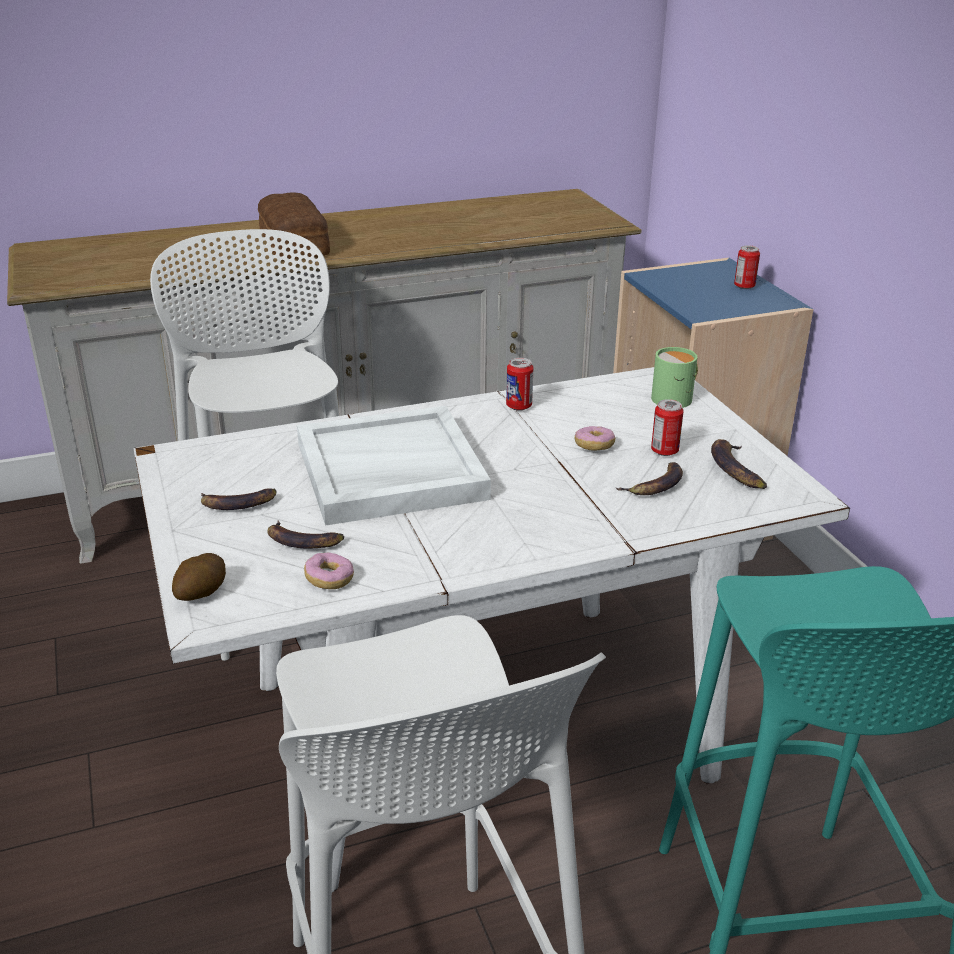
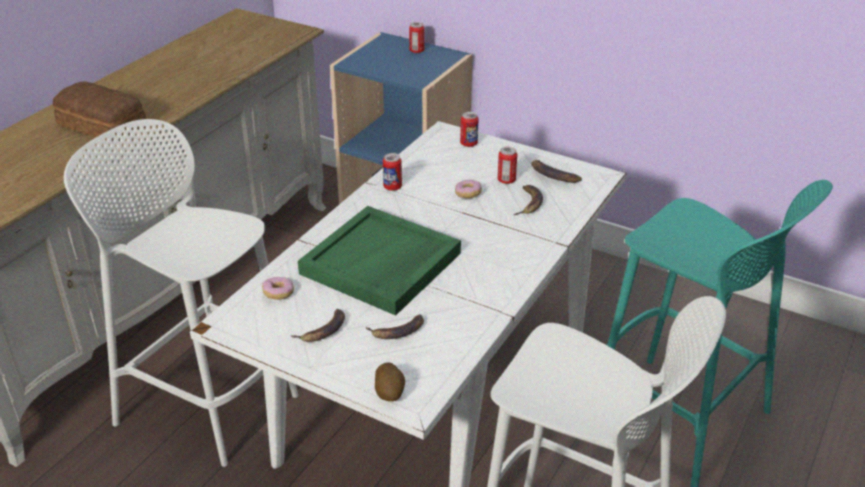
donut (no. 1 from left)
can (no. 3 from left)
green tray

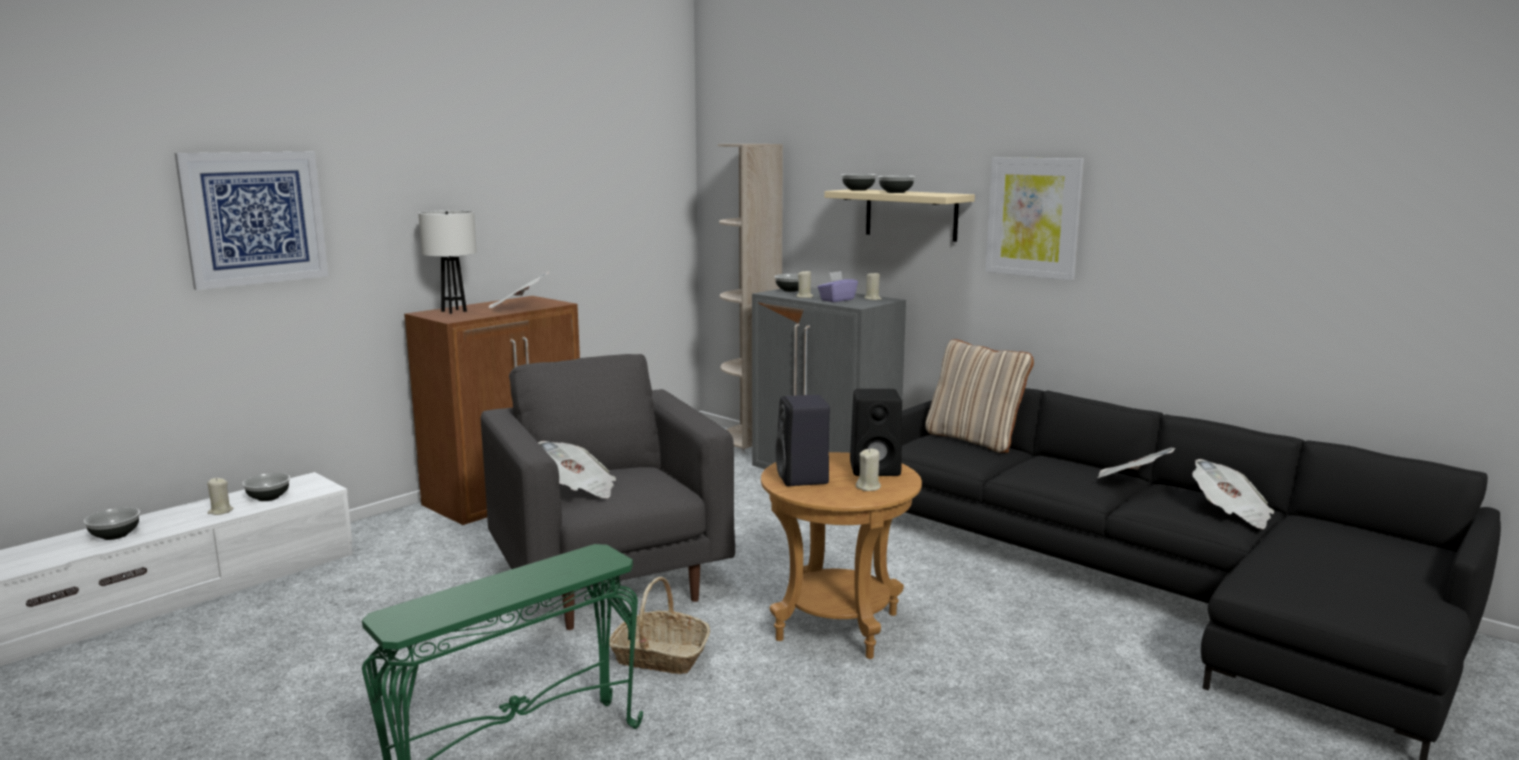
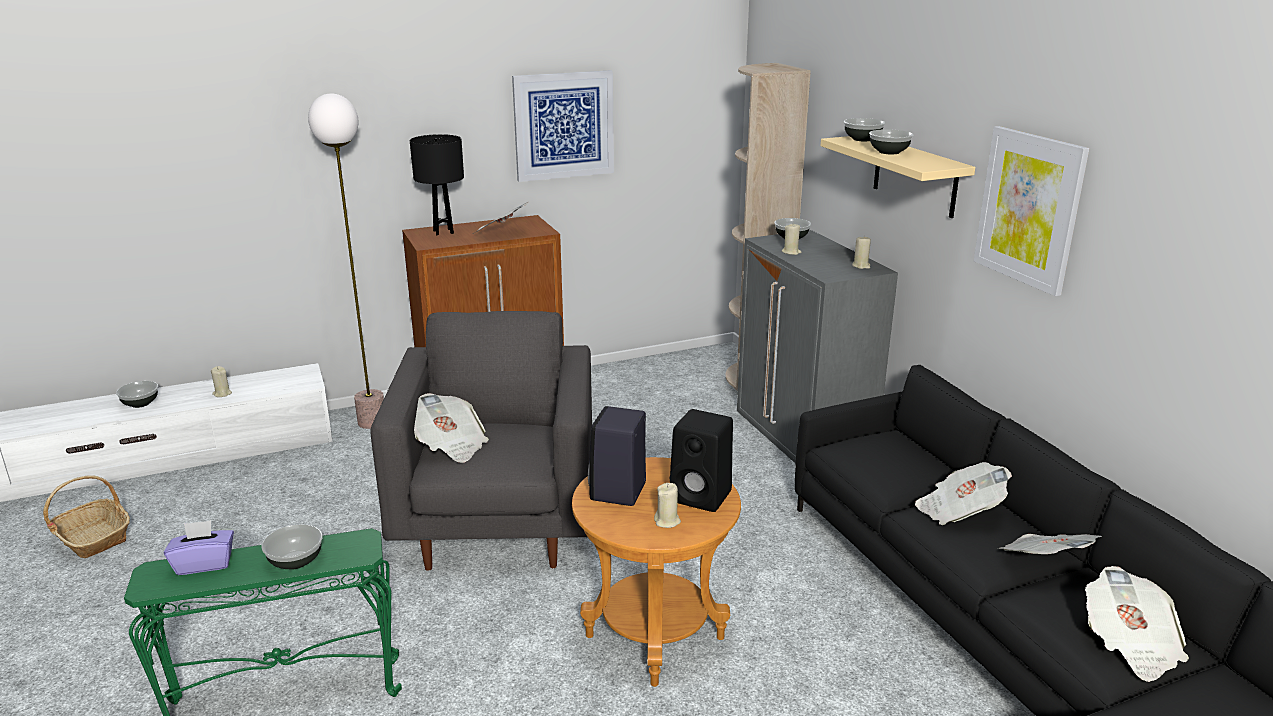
beige pillow
floor lamp
newspaper (no. 3 from left)
picture (no. 1 from left)
bowl (no. 2 from left)
basket
purple tissue box
black table lamp

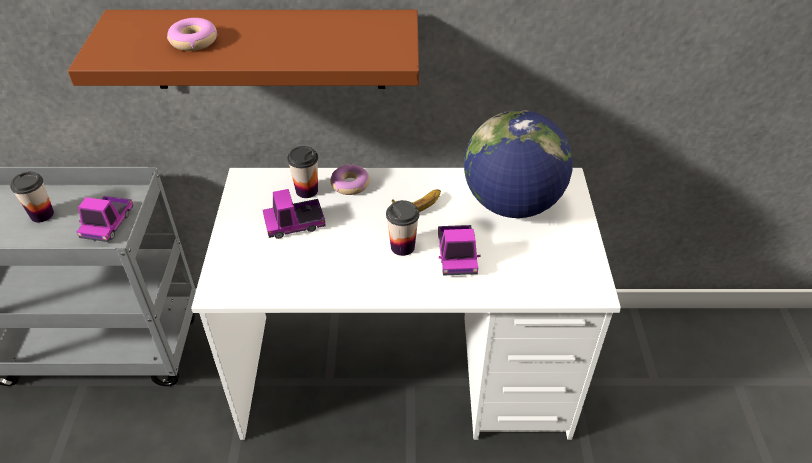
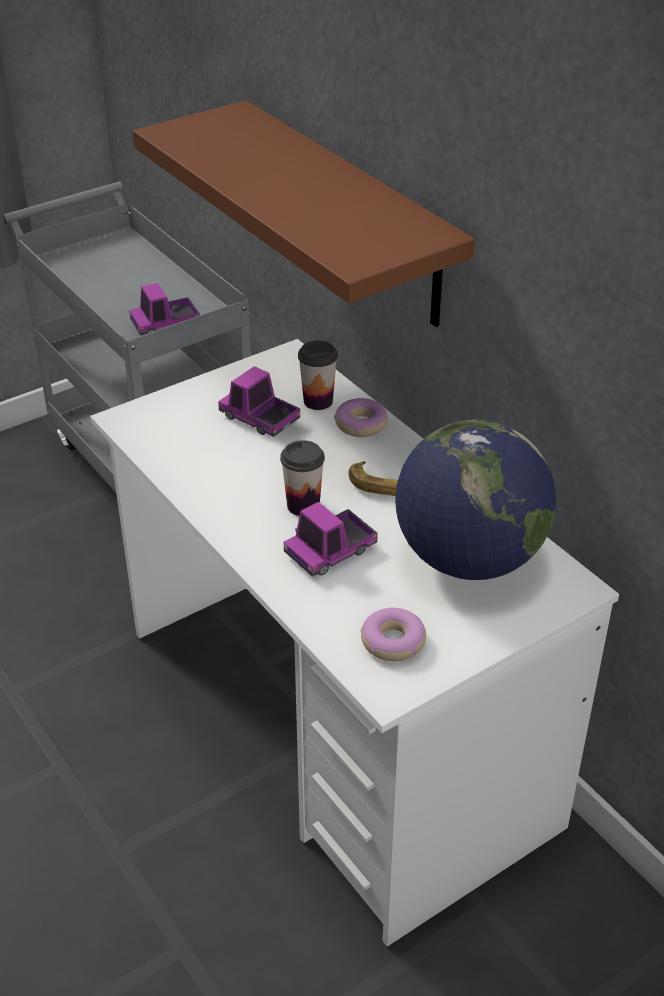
cup (no. 1 from left in the first image)
donut (no. 2 from left)

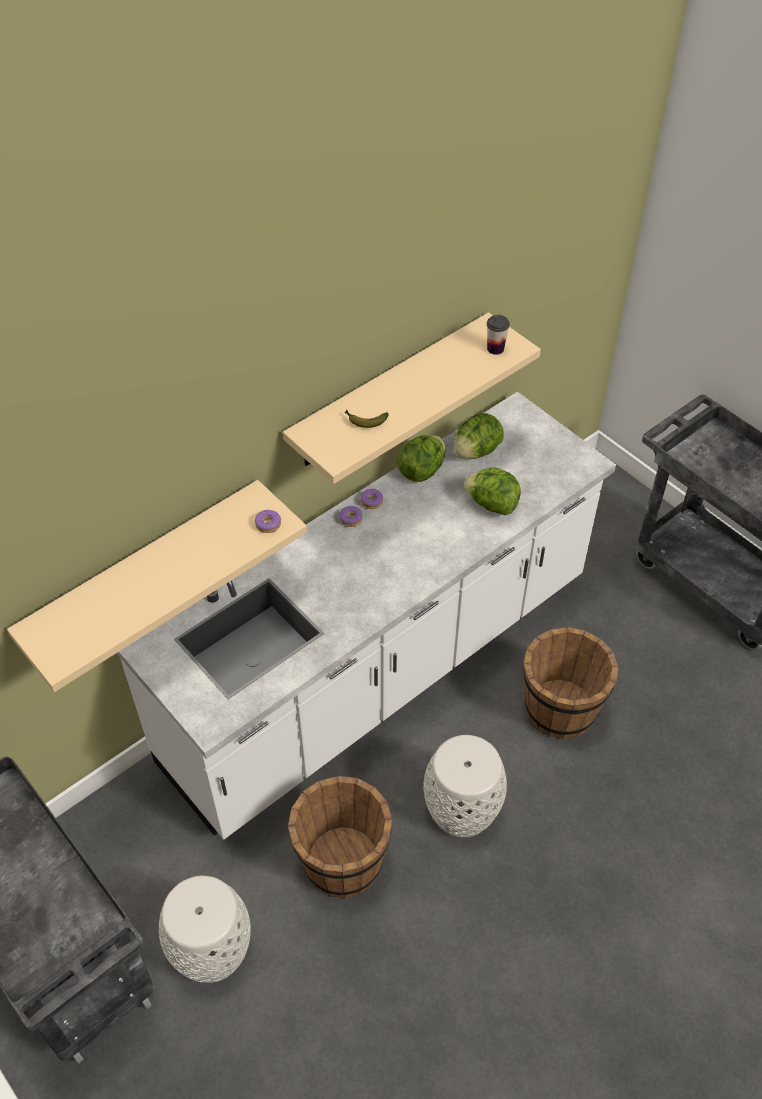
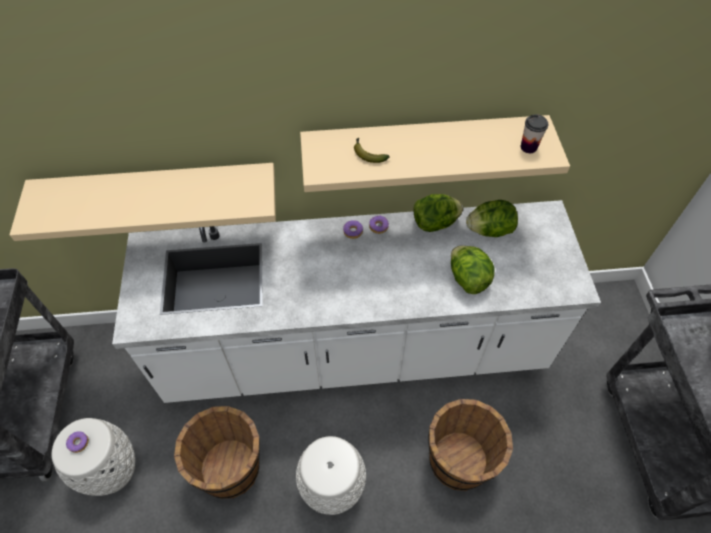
donut (no. 1 from left)

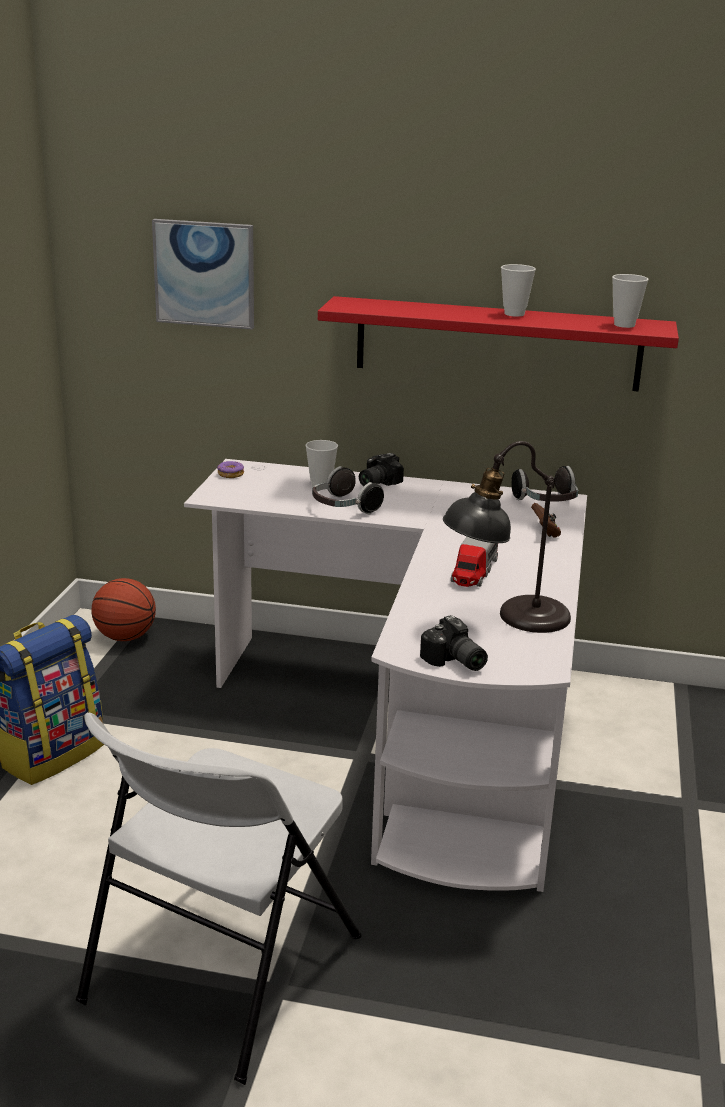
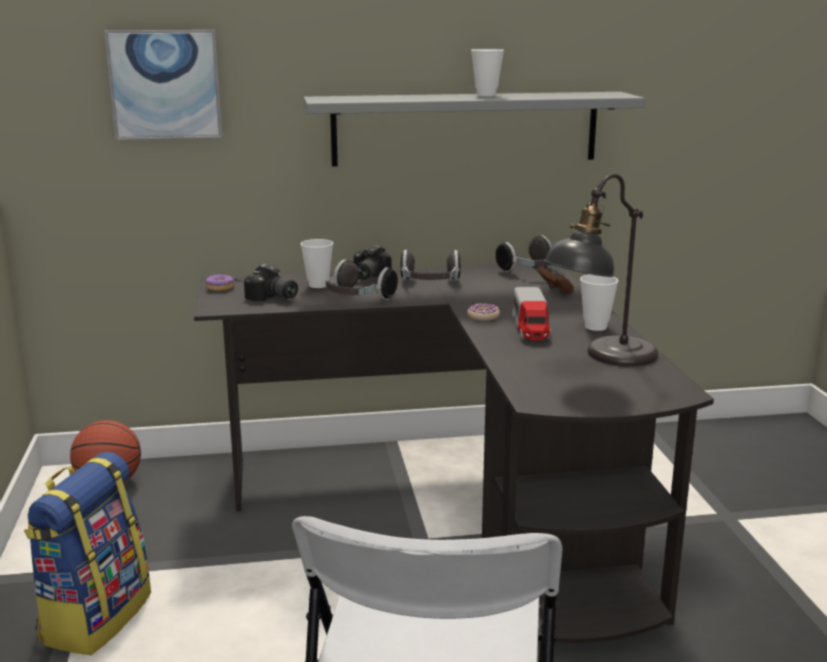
headphones (no. 2 from left)
donut (no. 2 from left)
photo camera (no. 1 from left)
cup (no. 3 from left)
black desk
grey shelf

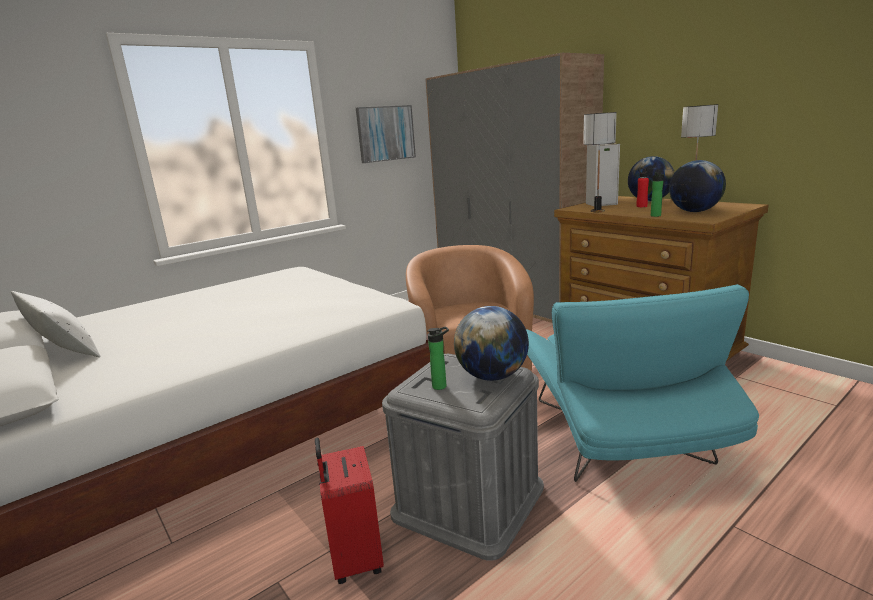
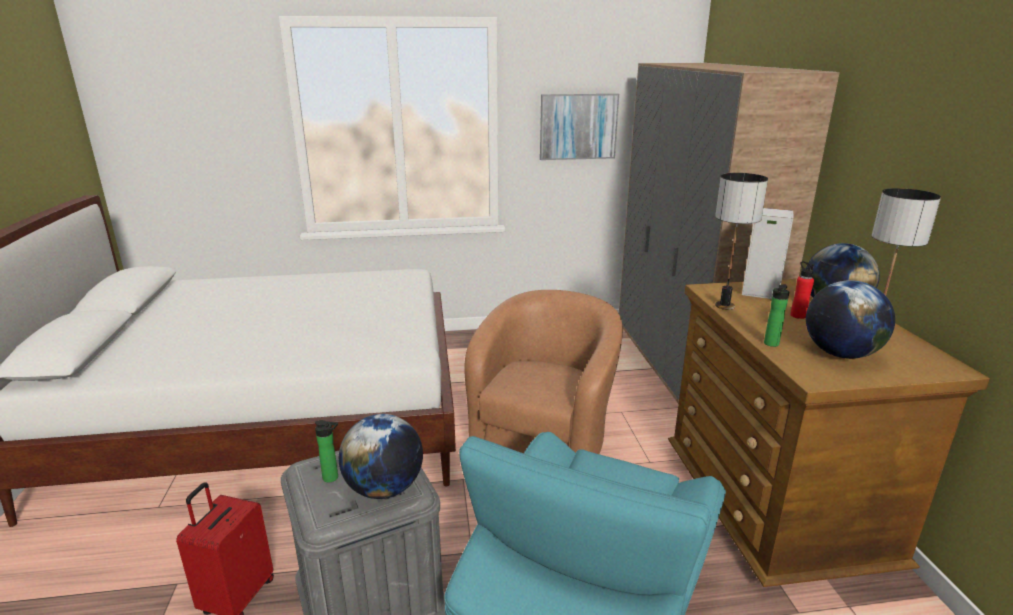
white pillow

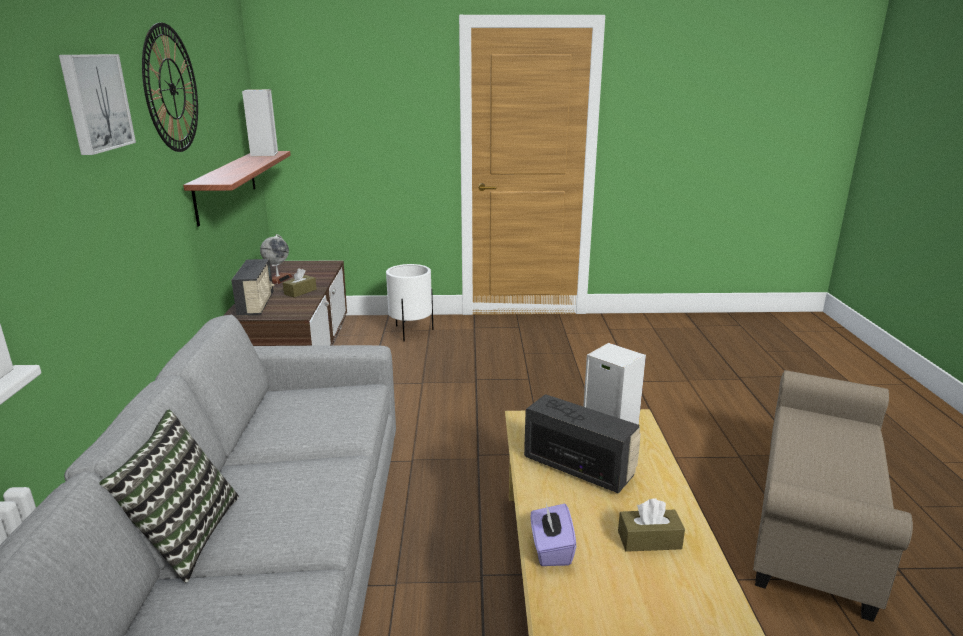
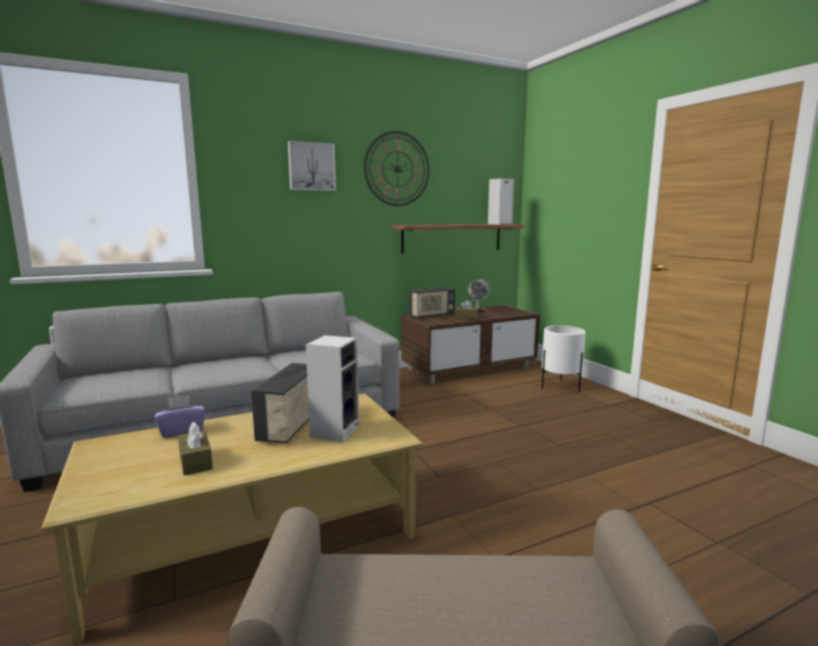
pillow

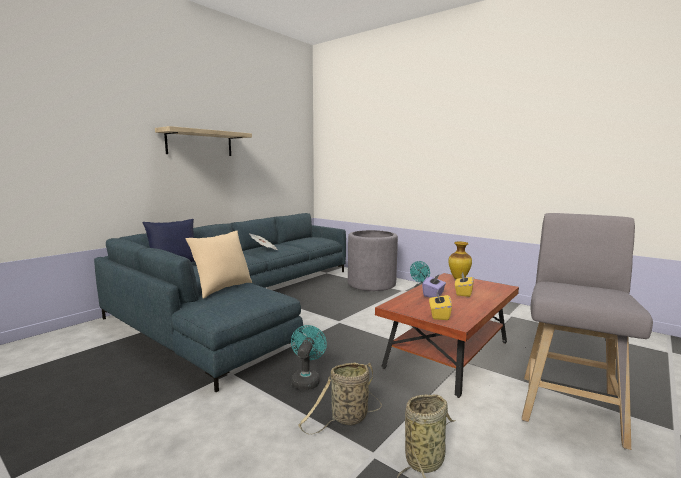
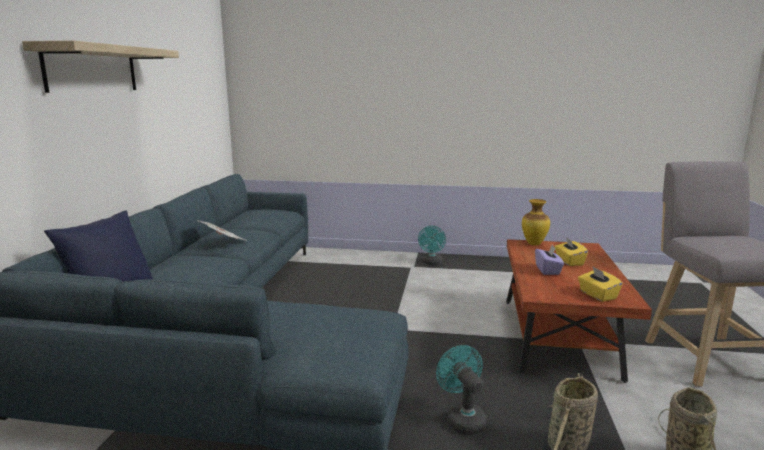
beige pillow
grey planter

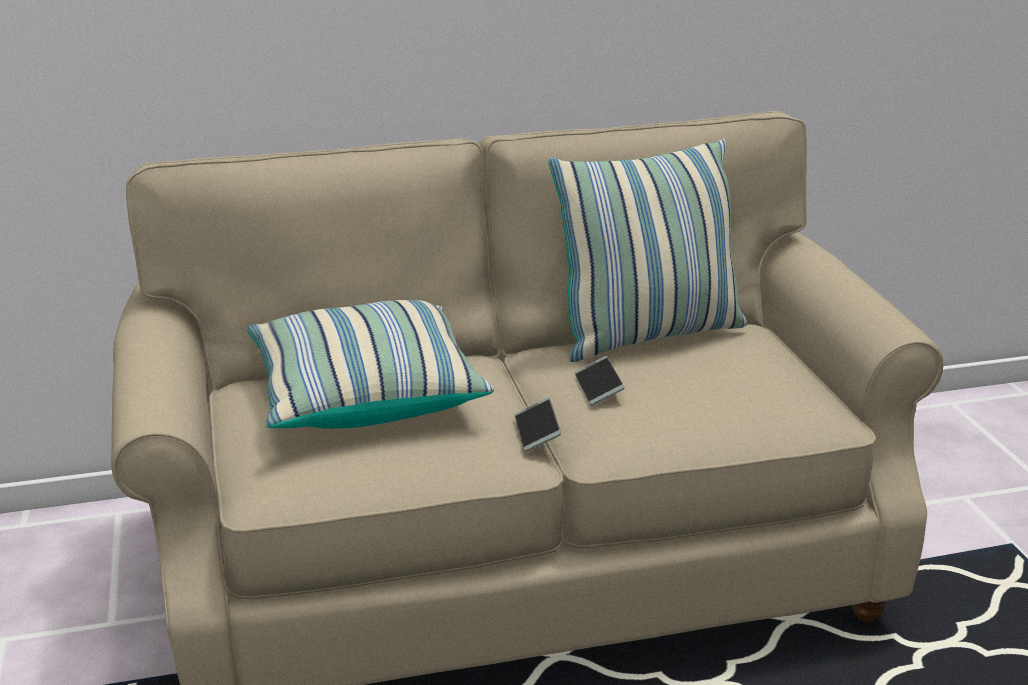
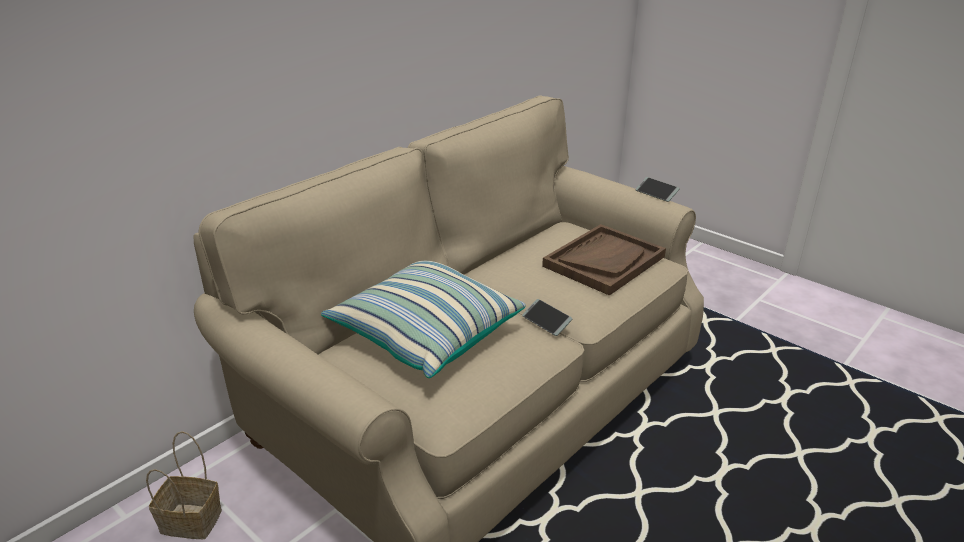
pillow (no. 2 from left in the first image)
basket
brown tray
phone (no. 2 from left)

